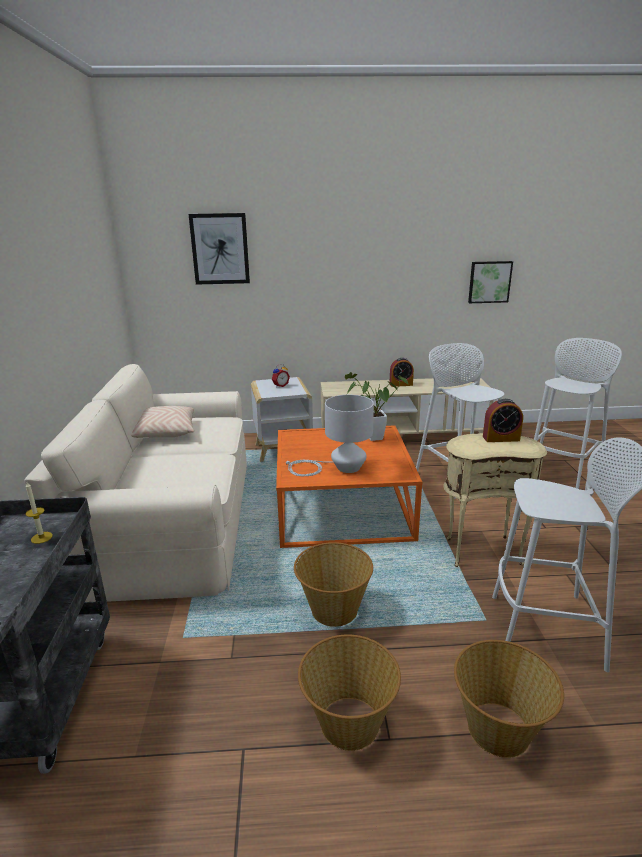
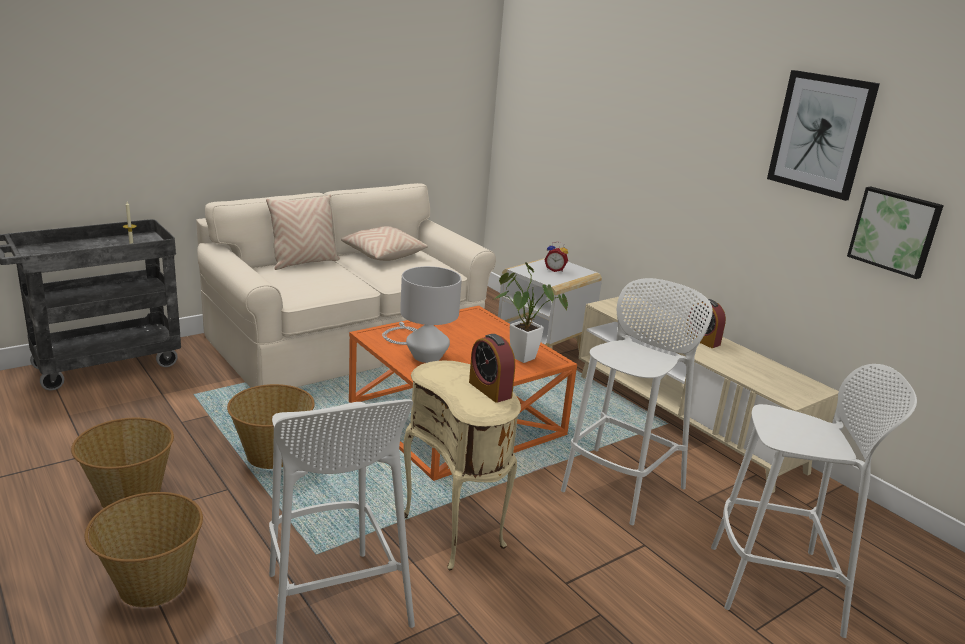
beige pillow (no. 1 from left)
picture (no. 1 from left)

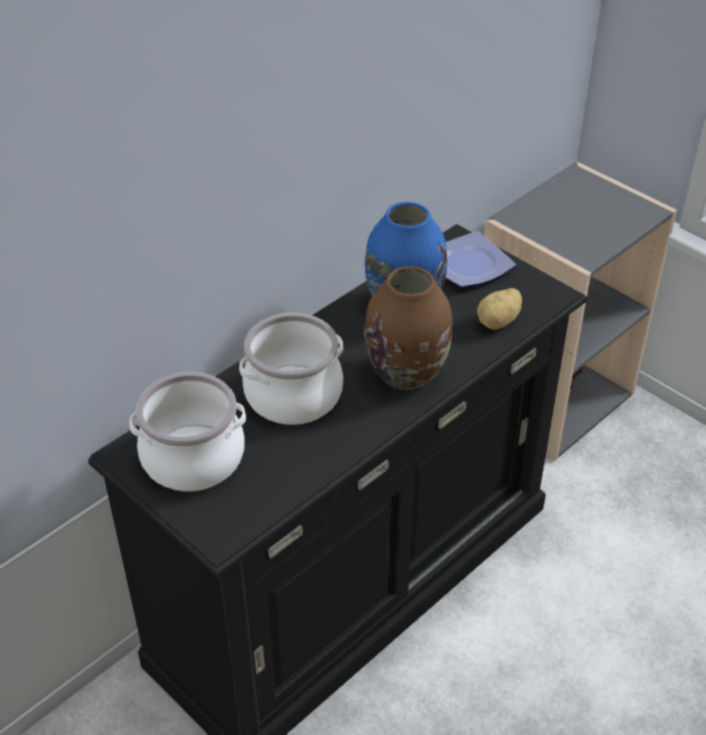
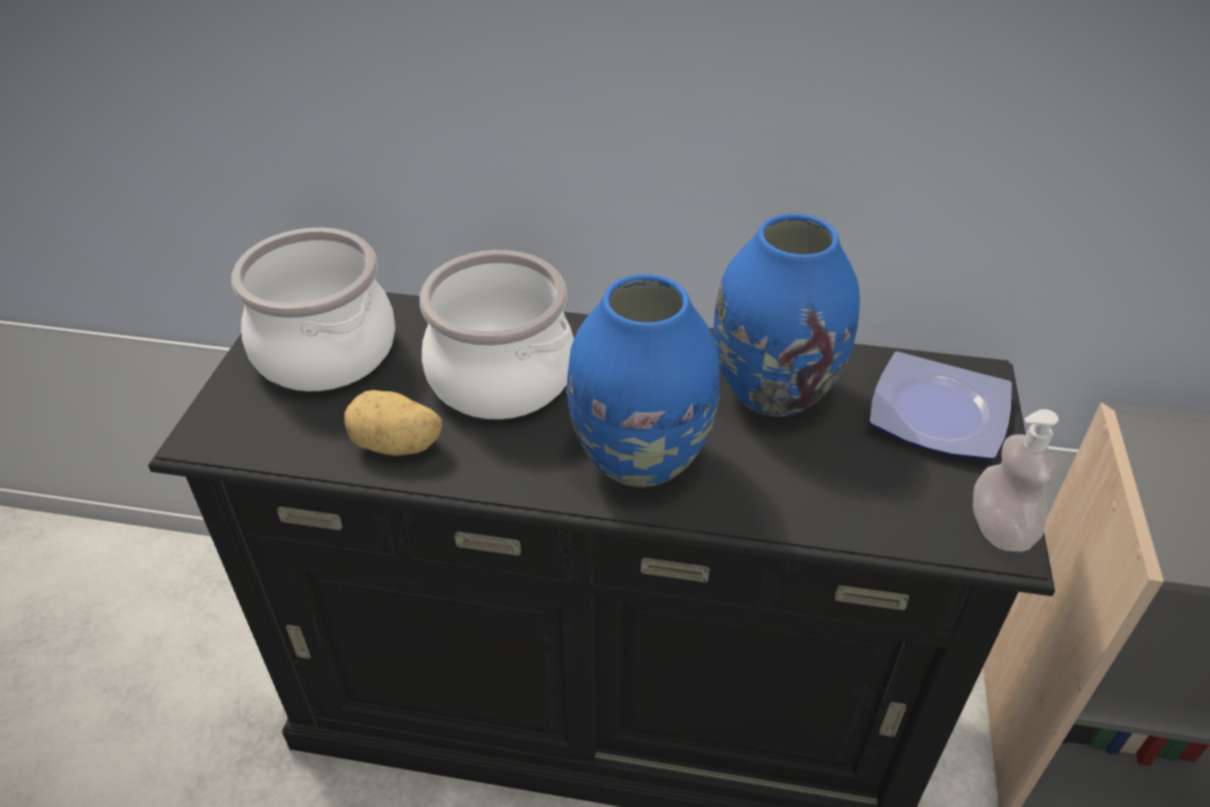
soap dispenser
potato
blue vase (no. 1 from left)

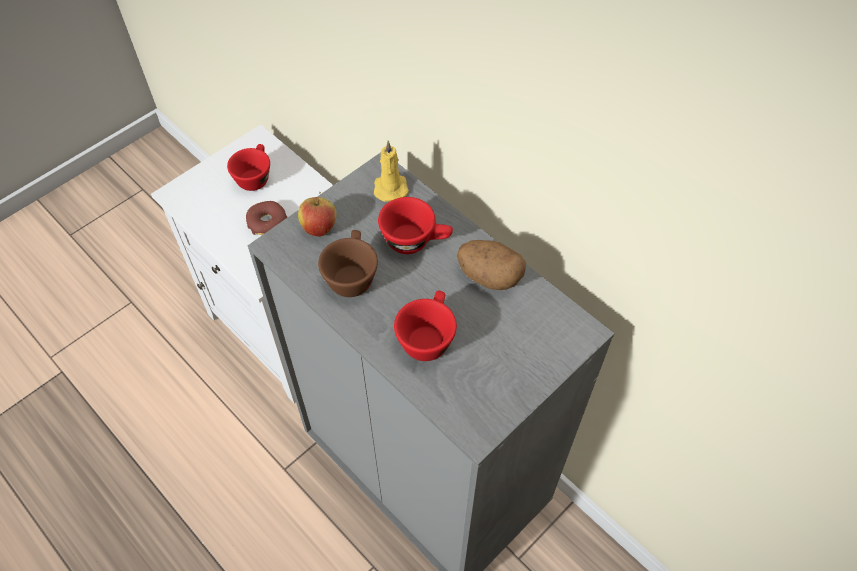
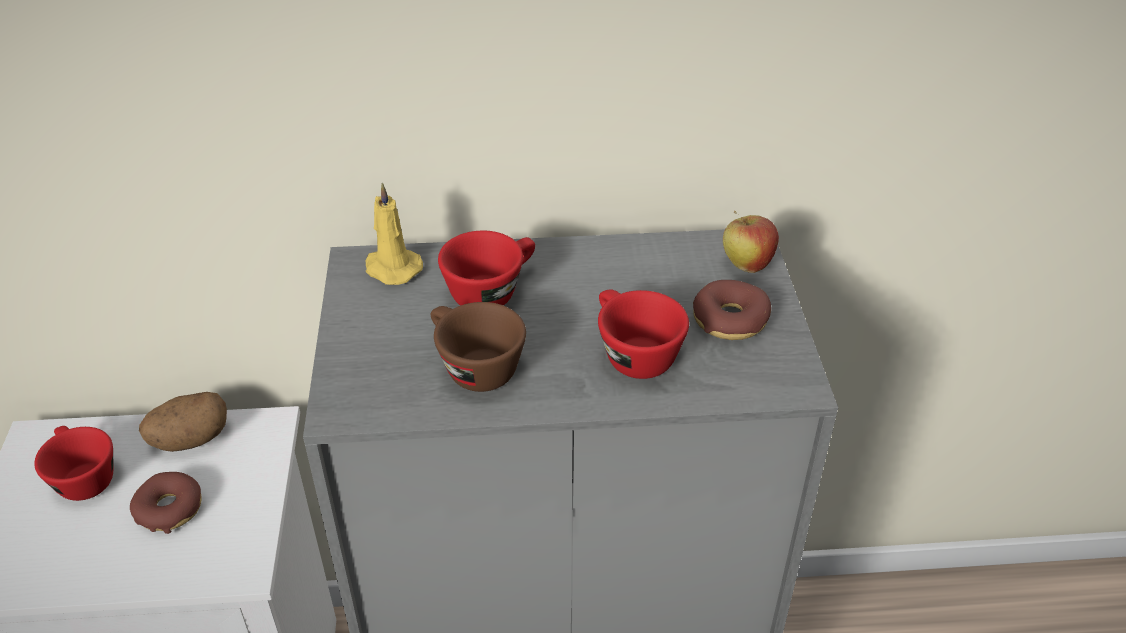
donut (no. 2 from left)
apple
potato

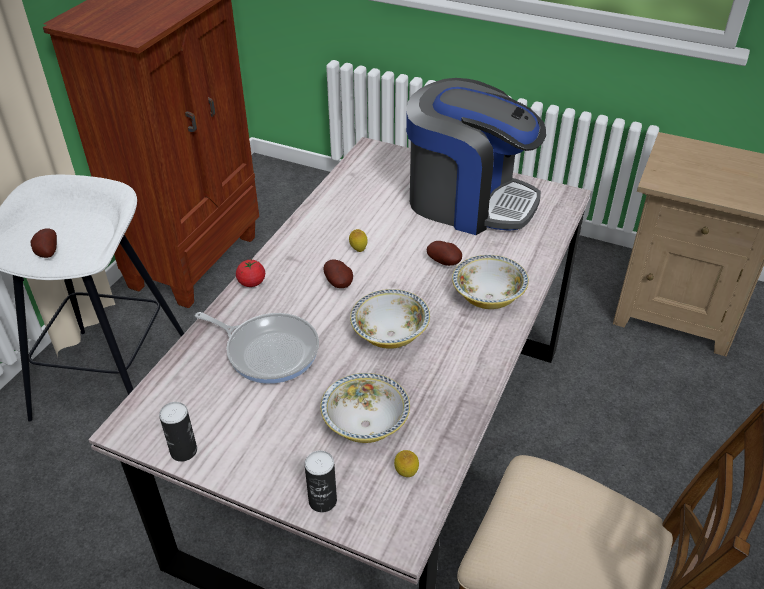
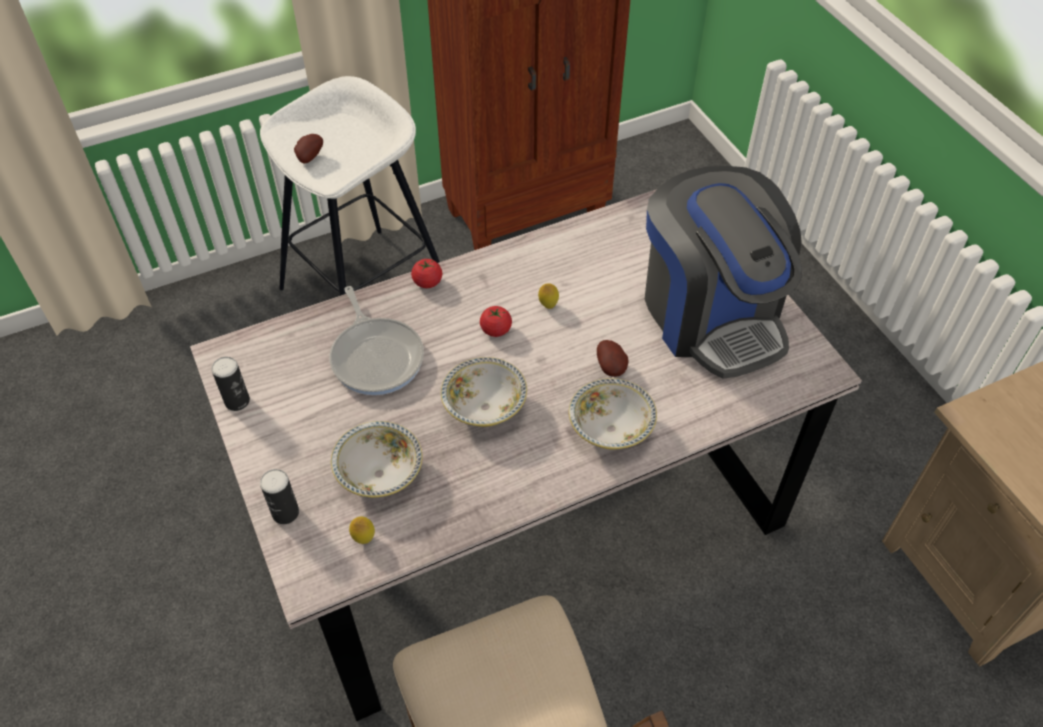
tomato (no. 2 from left)

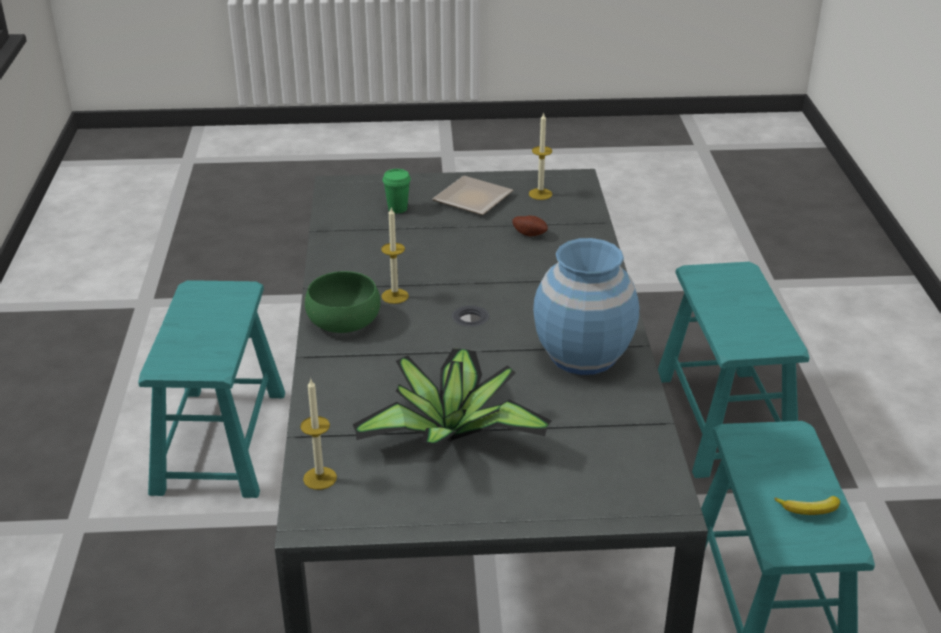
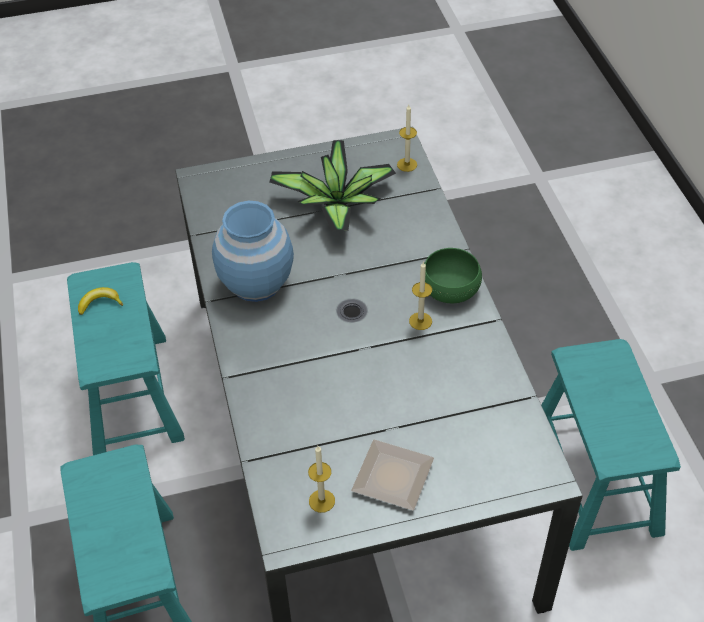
green cup
potato

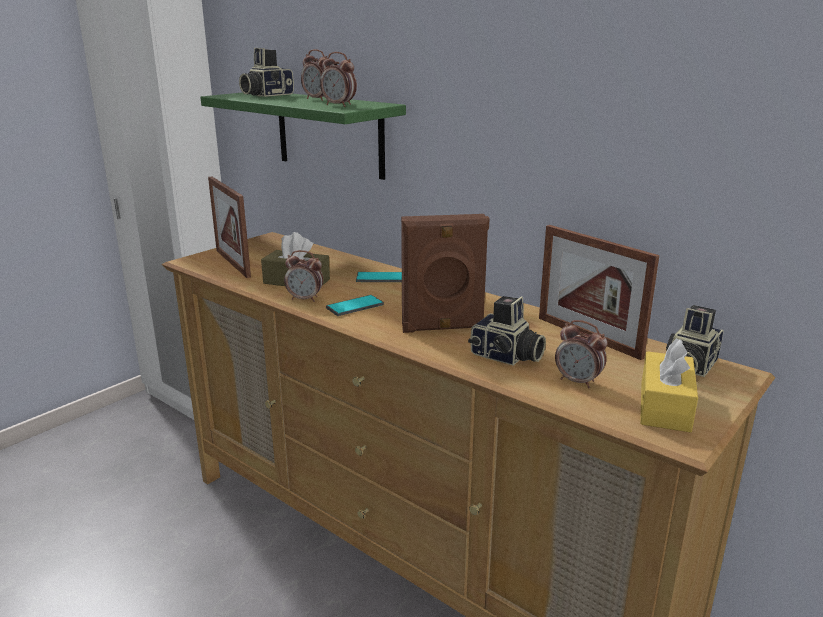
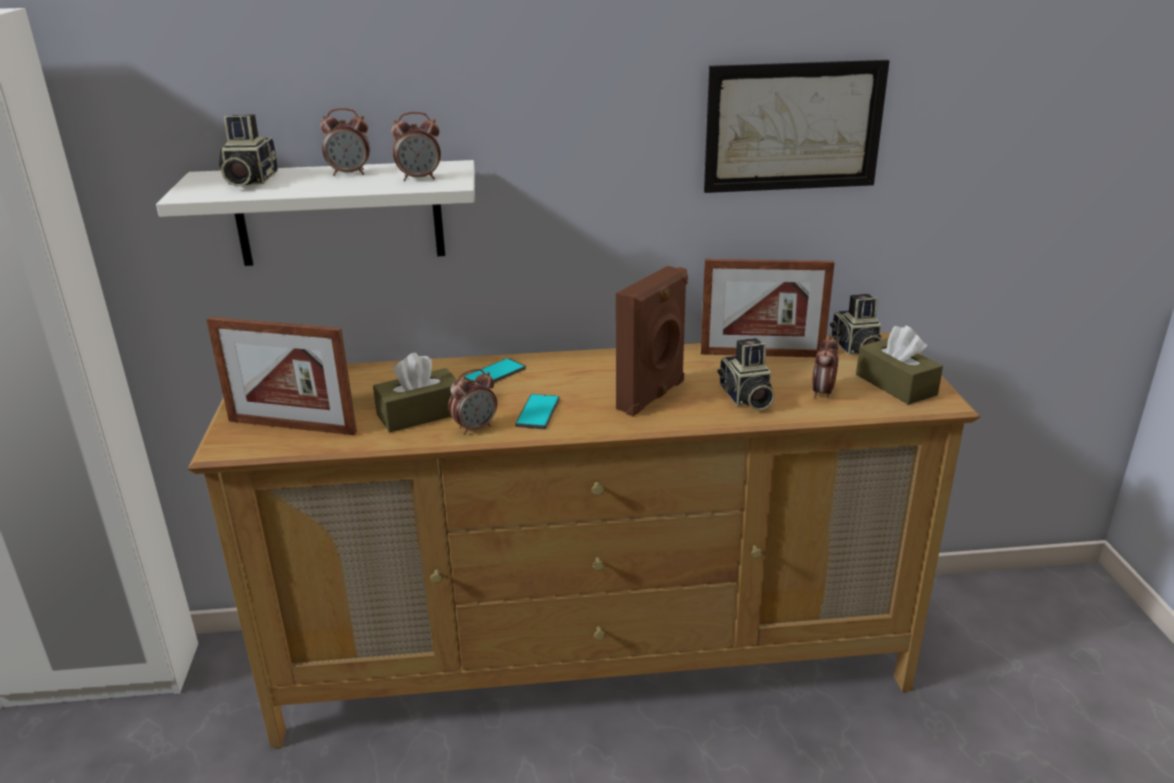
picture
white shelf
brown tissue box (no. 2 from left)
photo camera (no. 2 from left)
alarm clock (no. 4 from left)

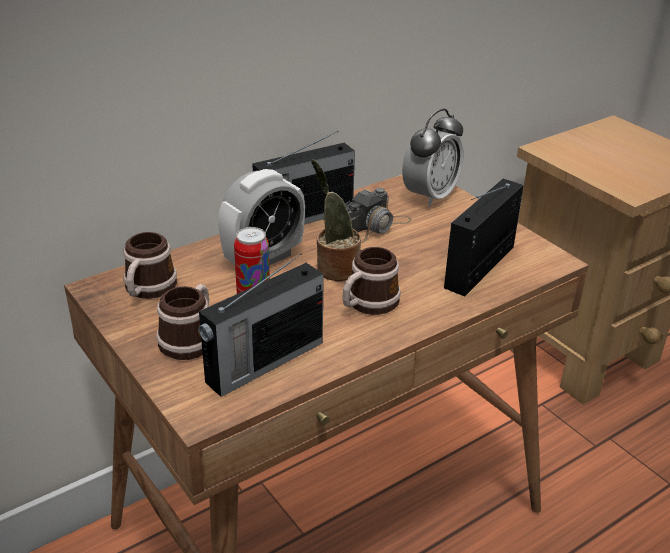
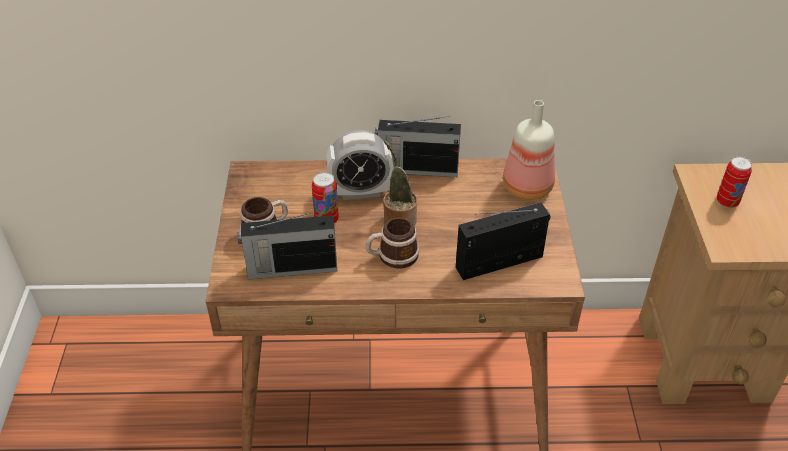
mug (no. 1 from left in the first image)
photo camera
can (no. 2 from left)
bottle

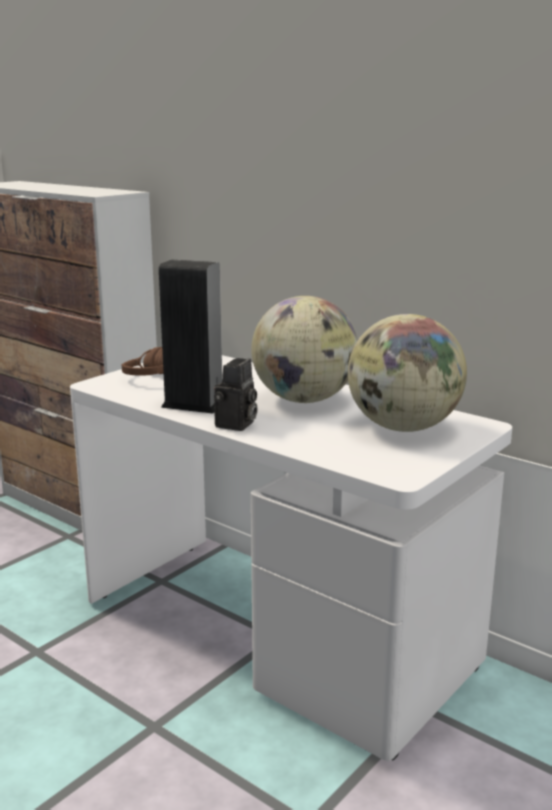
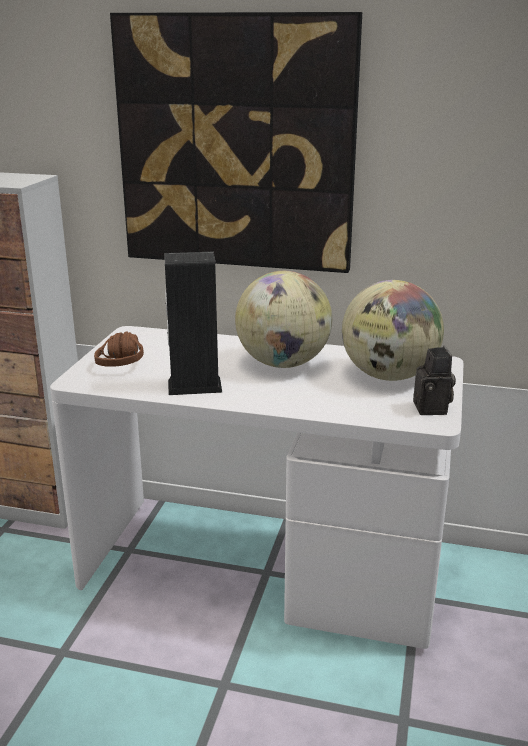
picture
photo camera

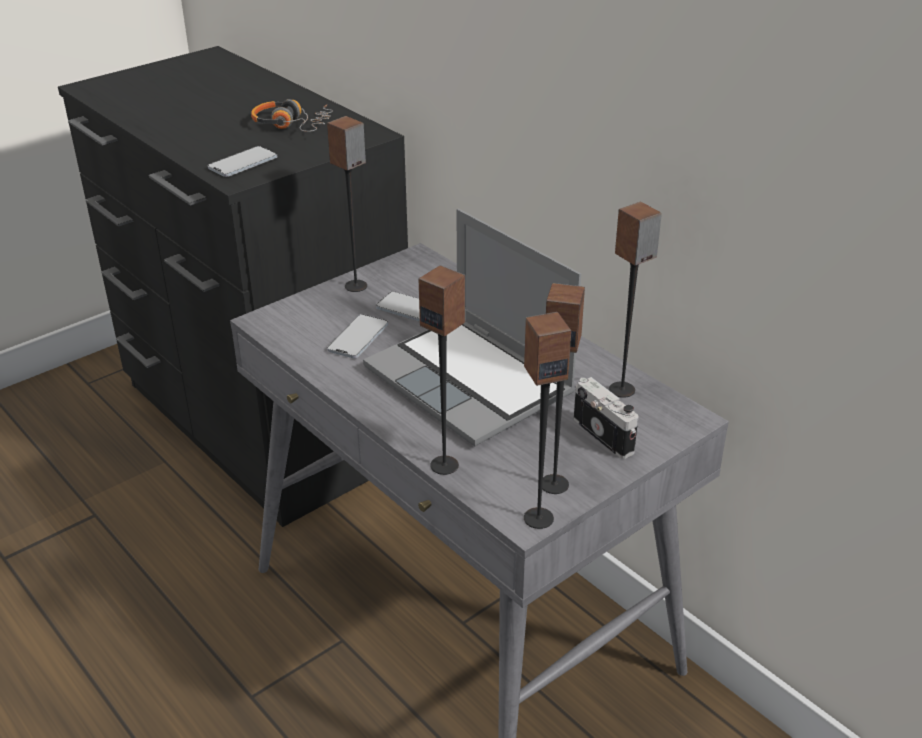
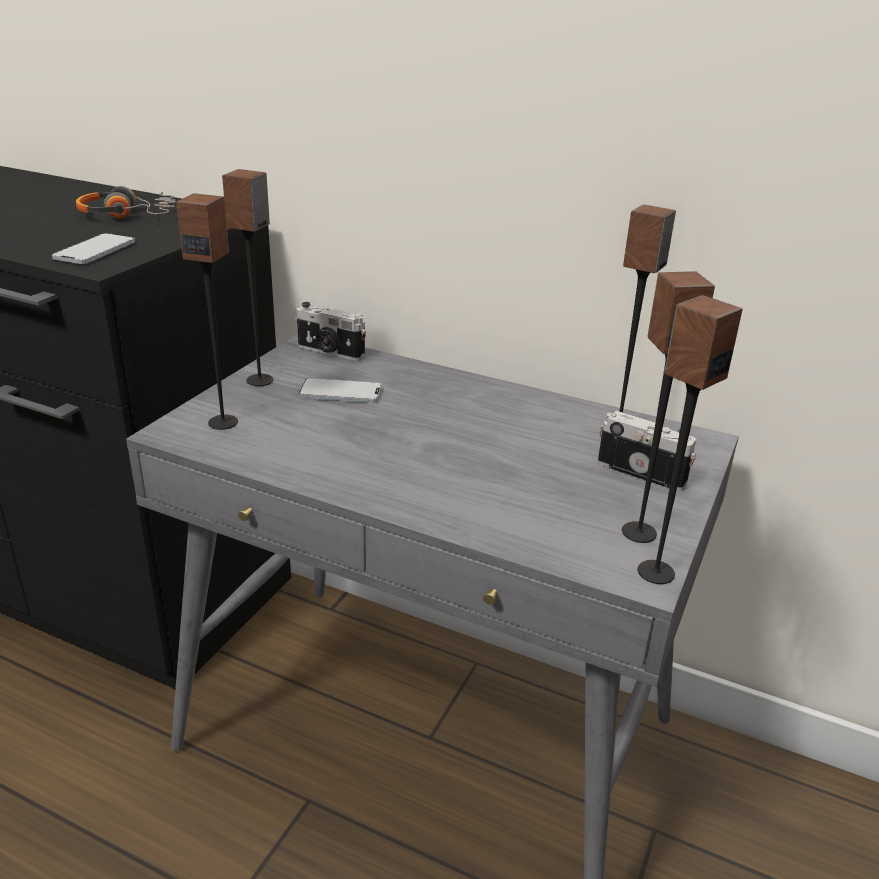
phone (no. 2 from left in the first image)
laptop
photo camera (no. 1 from left)
speaker (no. 1 from left)

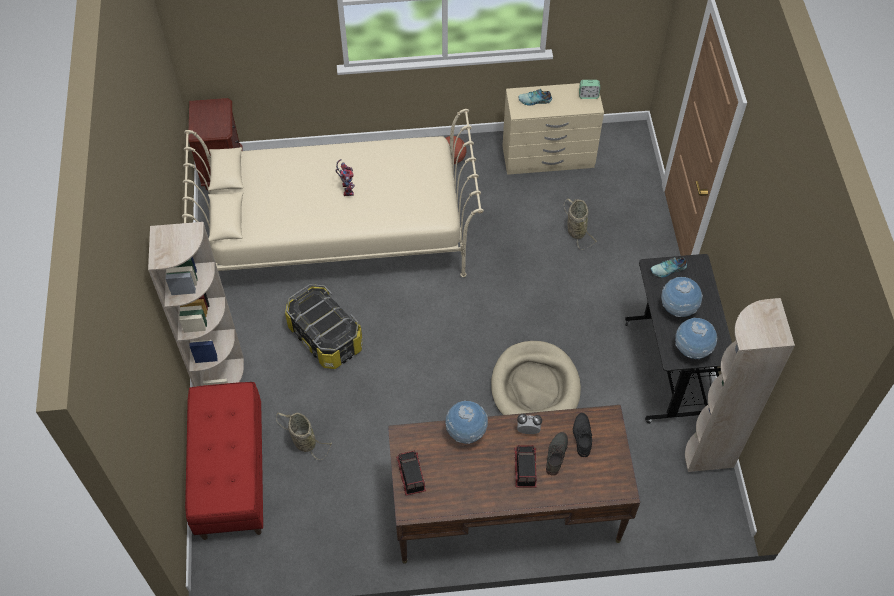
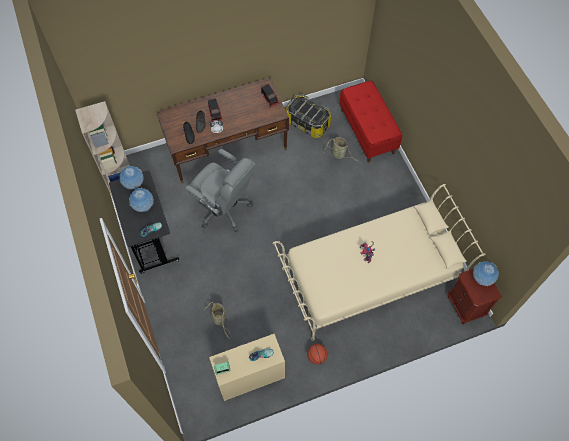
beige bookcase (no. 1 from left in the first image)
storage box
globe (no. 3 from left)
grey office chair

